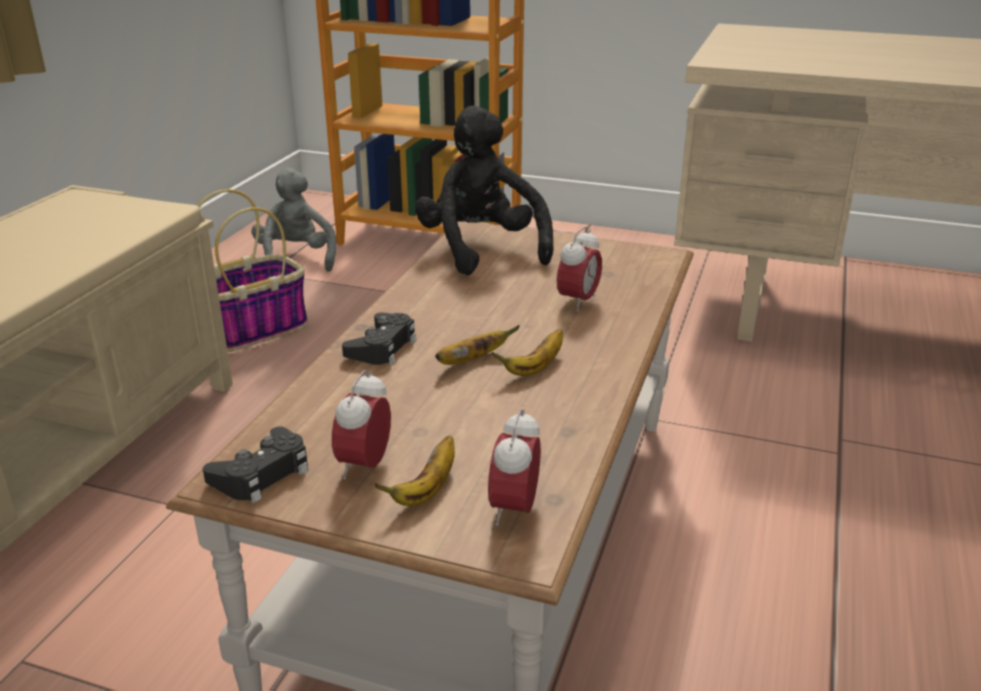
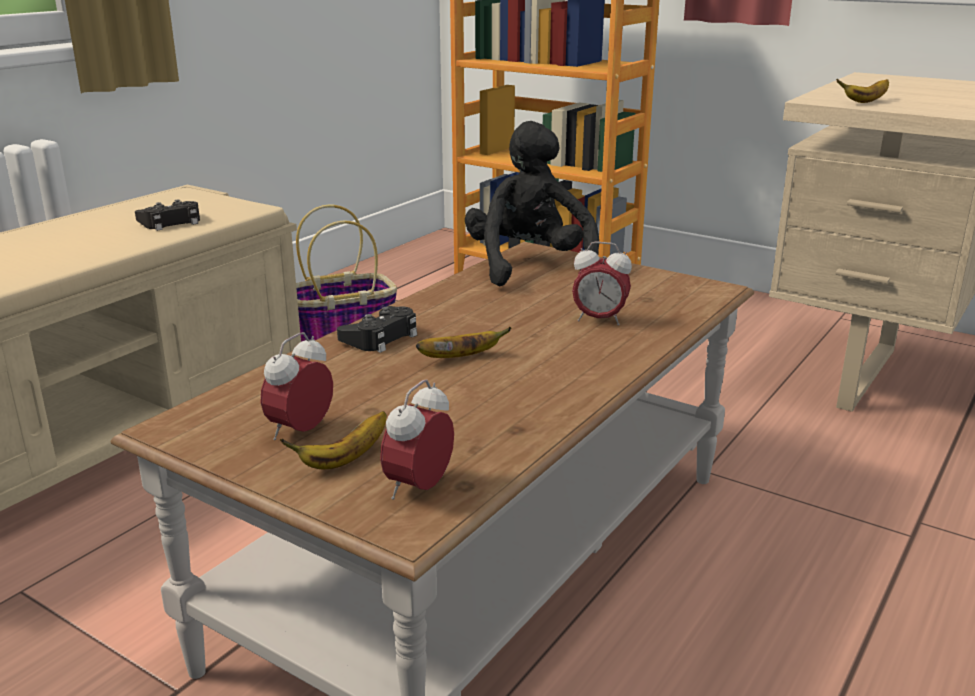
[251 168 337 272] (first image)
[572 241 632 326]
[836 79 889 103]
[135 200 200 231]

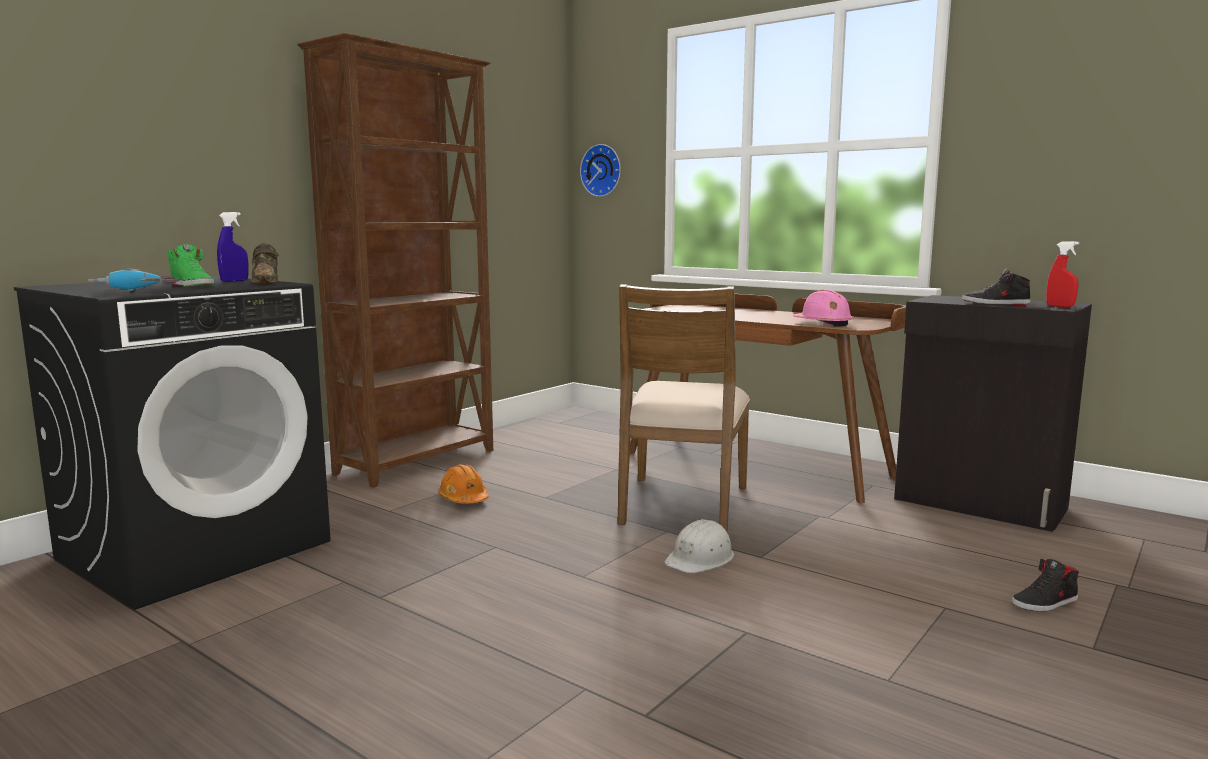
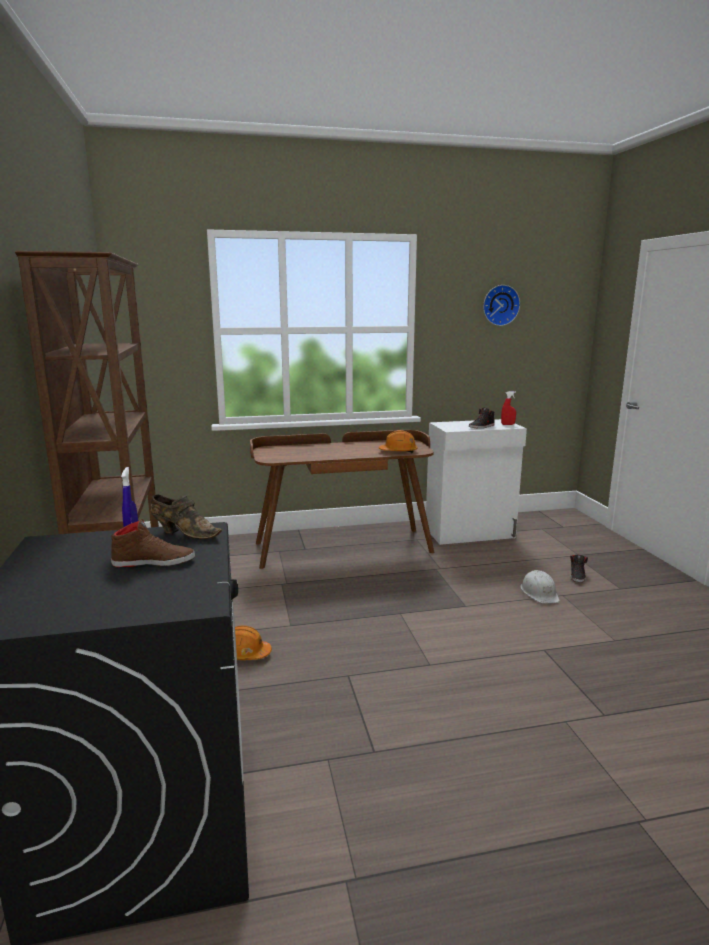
[483 285 520 326]
[111 519 195 567]
[88 268 179 291] (first image)
[617 284 750 532] (first image)
[379 430 418 453]
[426 419 527 545]
[520 570 560 604]

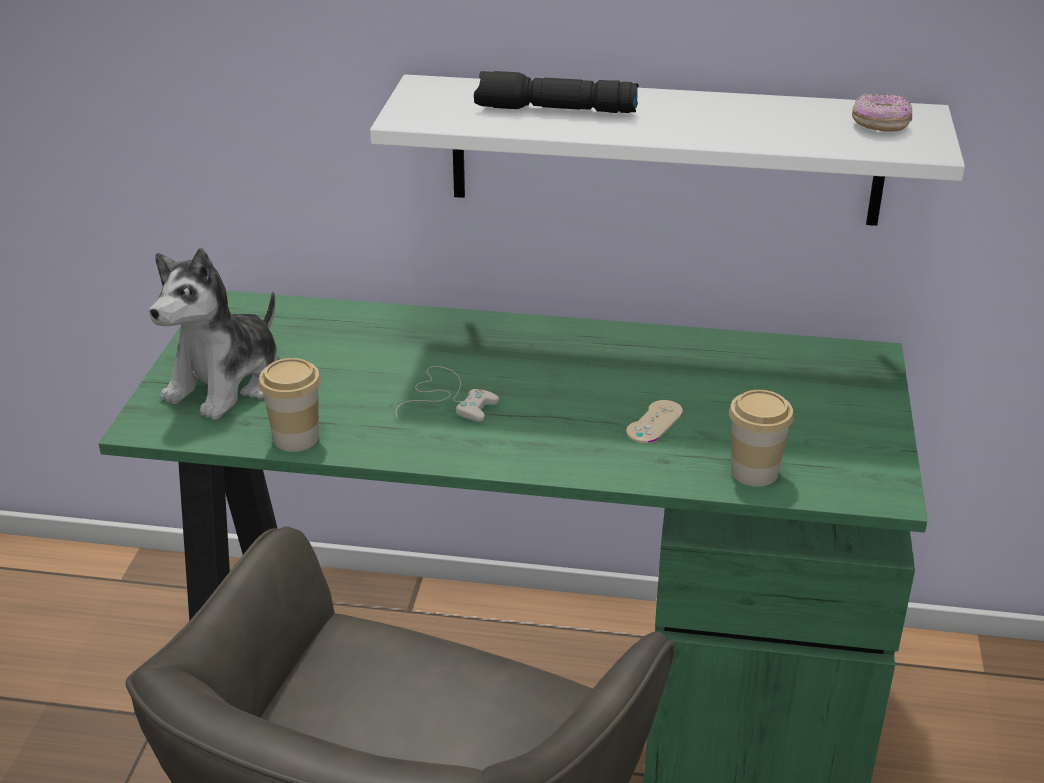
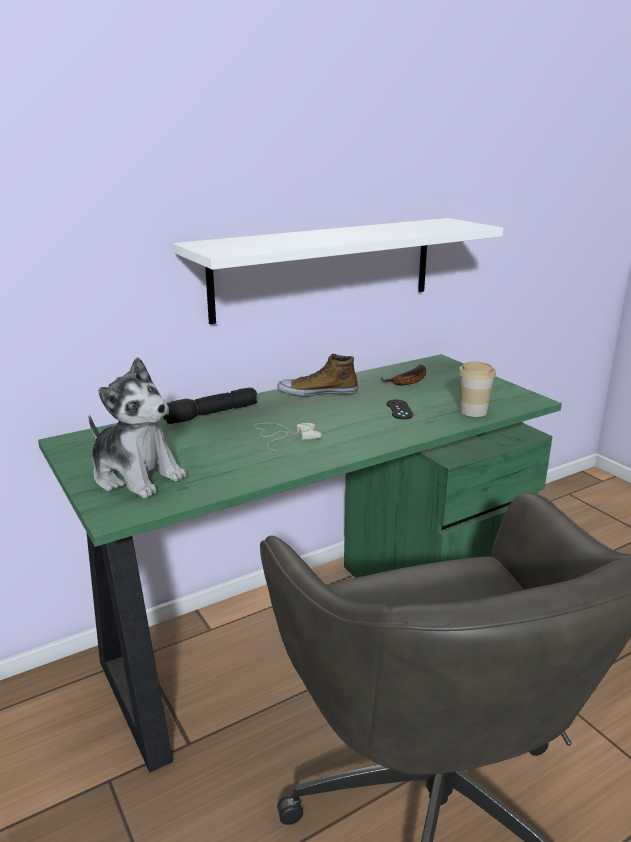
[163 388 257 424]
[852 94 912 132] (first image)
[89 357 186 498]
[259 358 321 452] (first image)
[387 400 413 419]
[277 354 358 397]
[380 364 426 386]

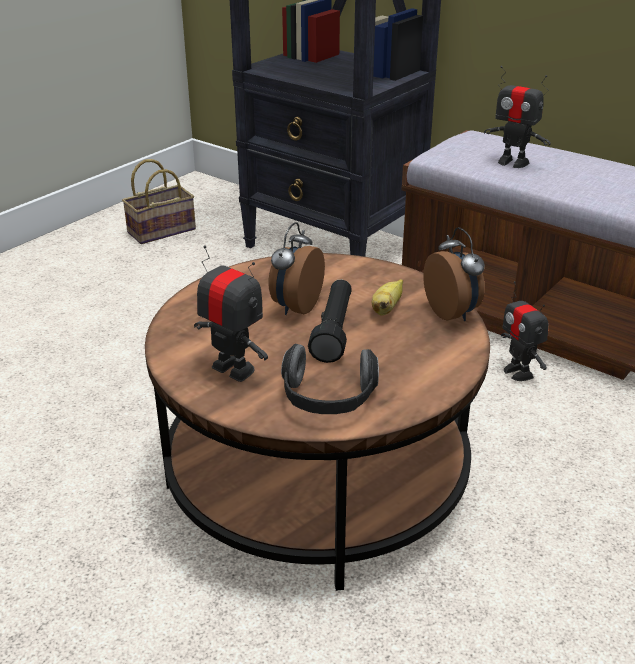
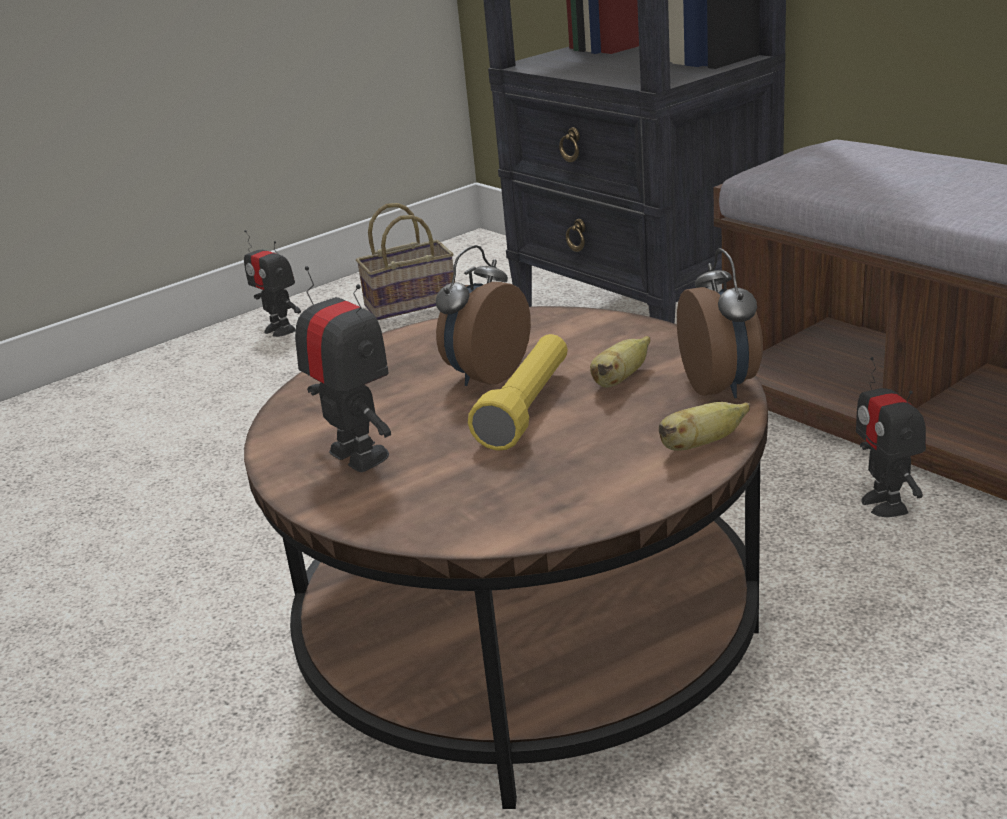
[244 230 301 337]
[468 334 568 451]
[281 344 379 414] (first image)
[659 402 750 451]

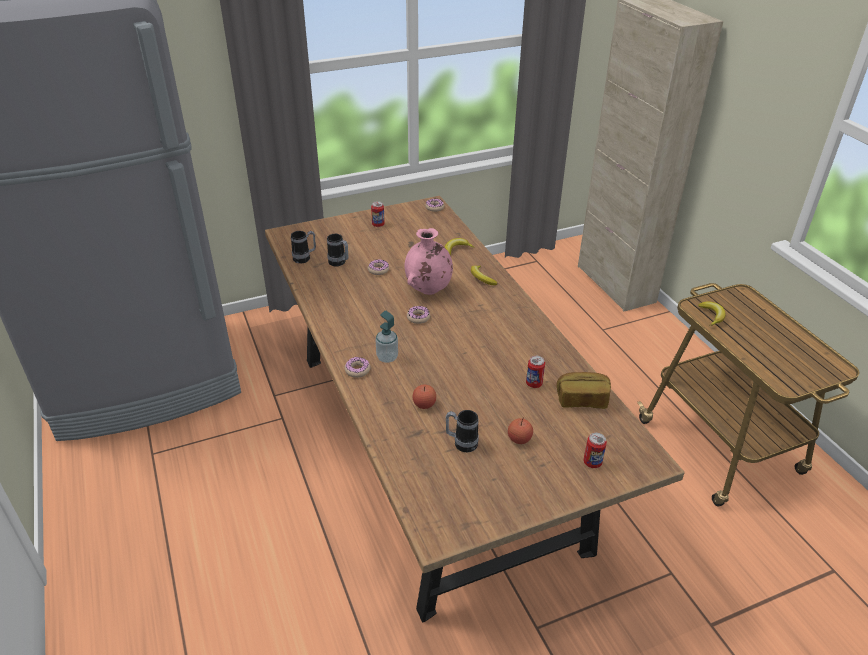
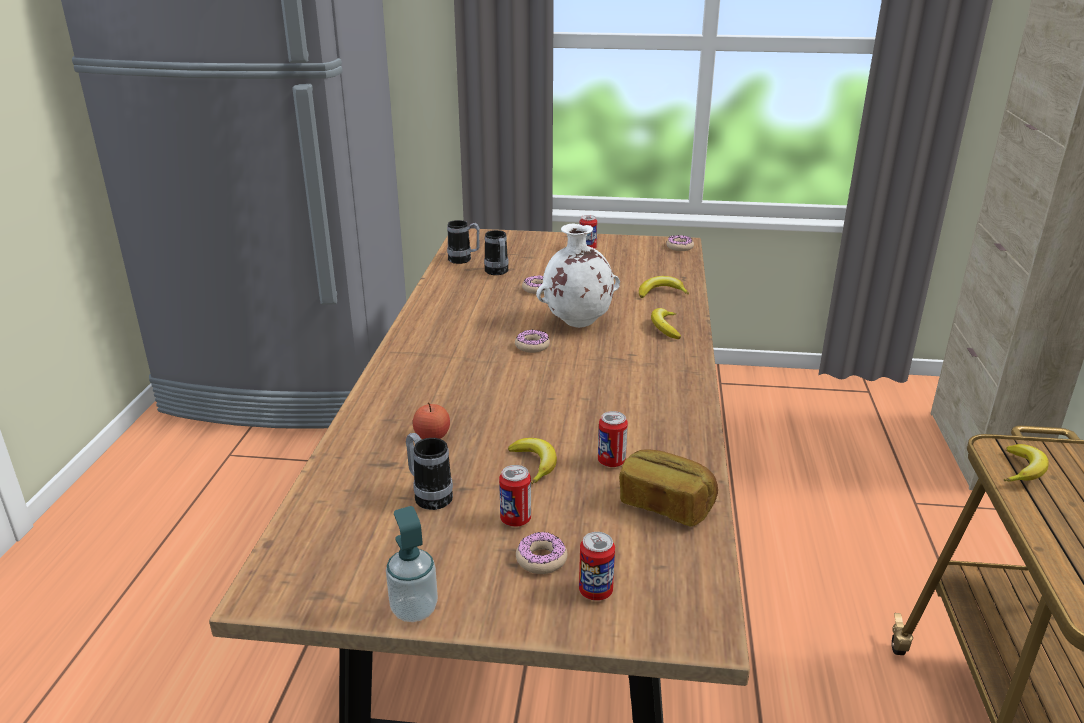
[536 223 620 328]
[386 506 438 622]
[516 532 567 574]
[499 465 531 527]
[508 438 557 484]

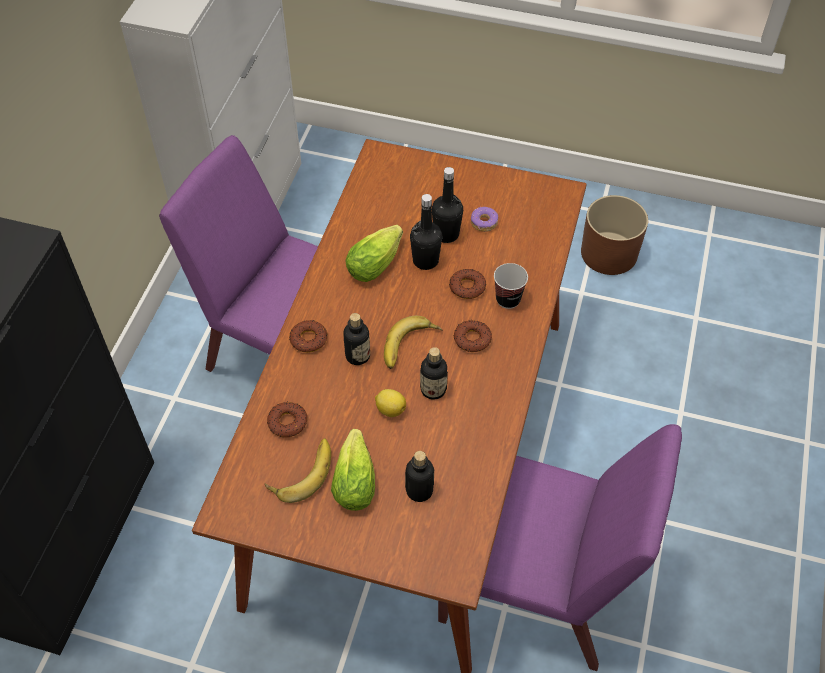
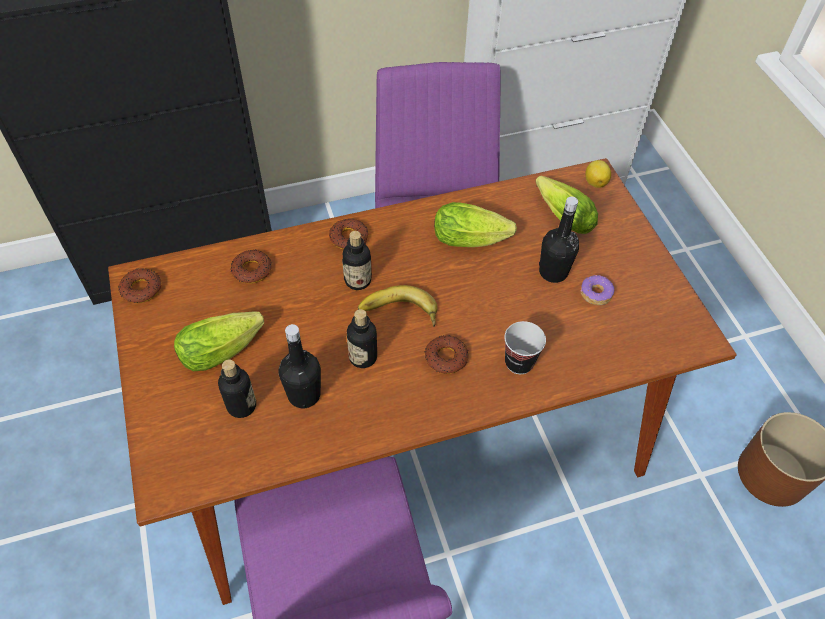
[278 324 321 408]
[118 268 161 303]
[585 160 611 188]
[265 438 331 503] (first image)
[536 176 598 234]

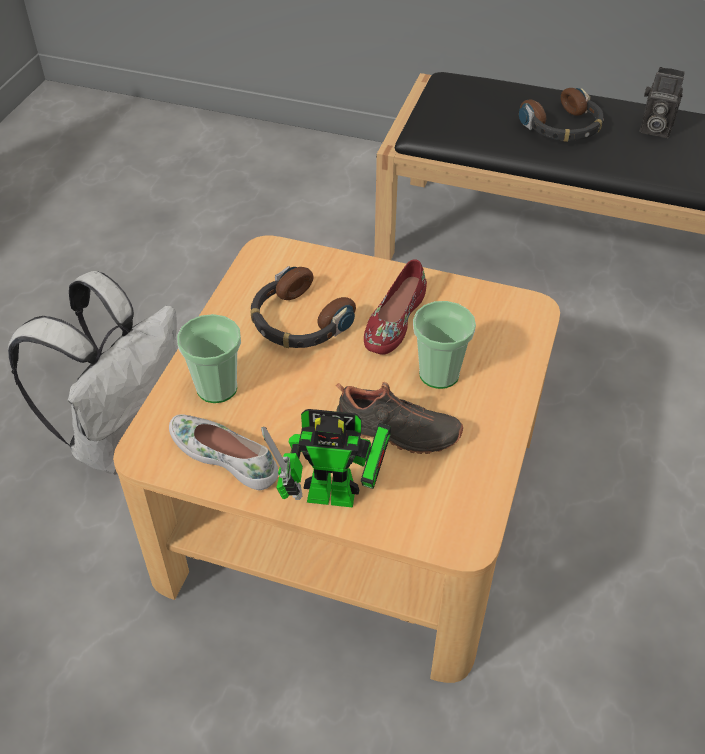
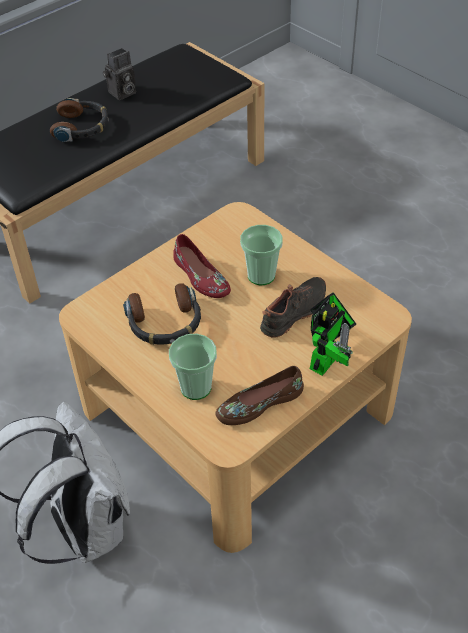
[215 366 304 425]

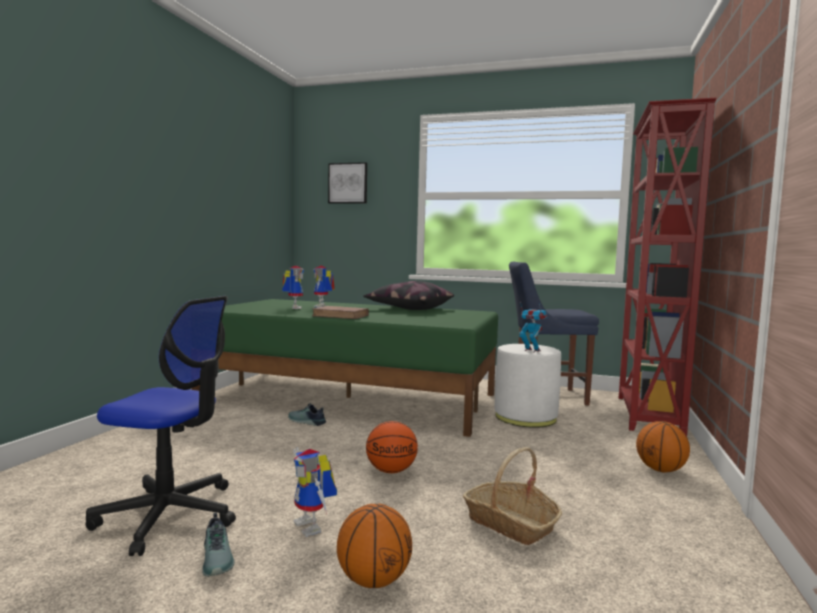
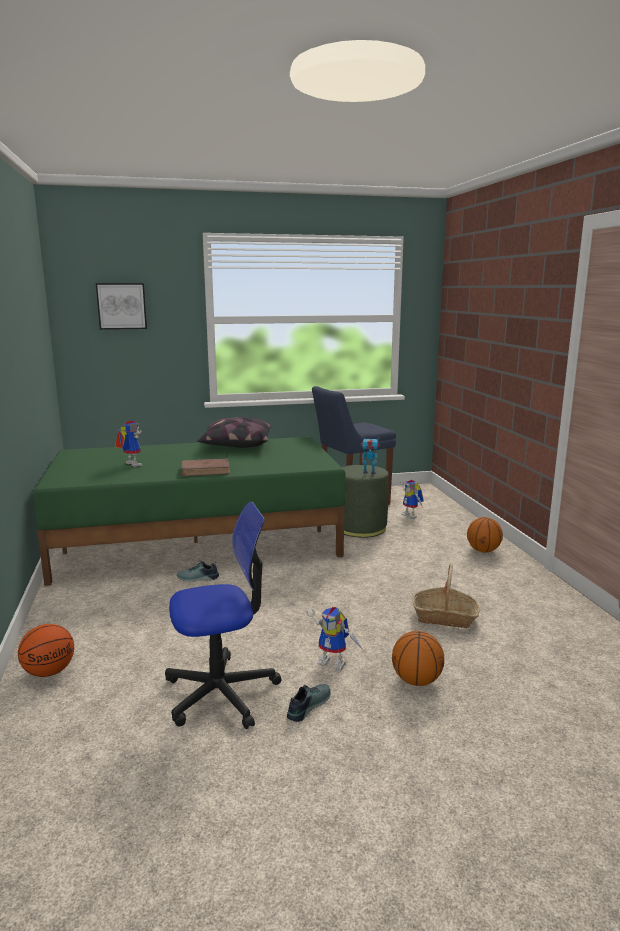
[619 98 716 437] (first image)
[400 480 423 519]
[335 465 389 538]
[18 624 74 677]
[287 684 331 722]

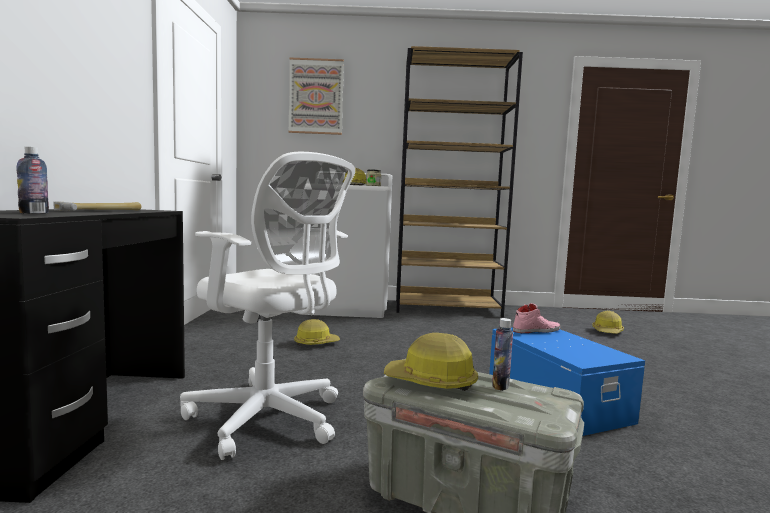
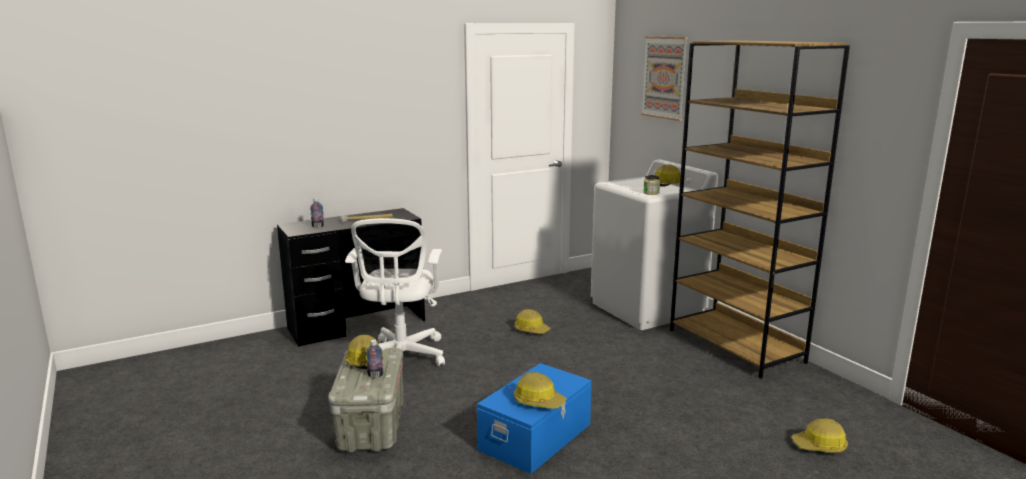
[513 303 560 333] (first image)
[514 372 567 409]

